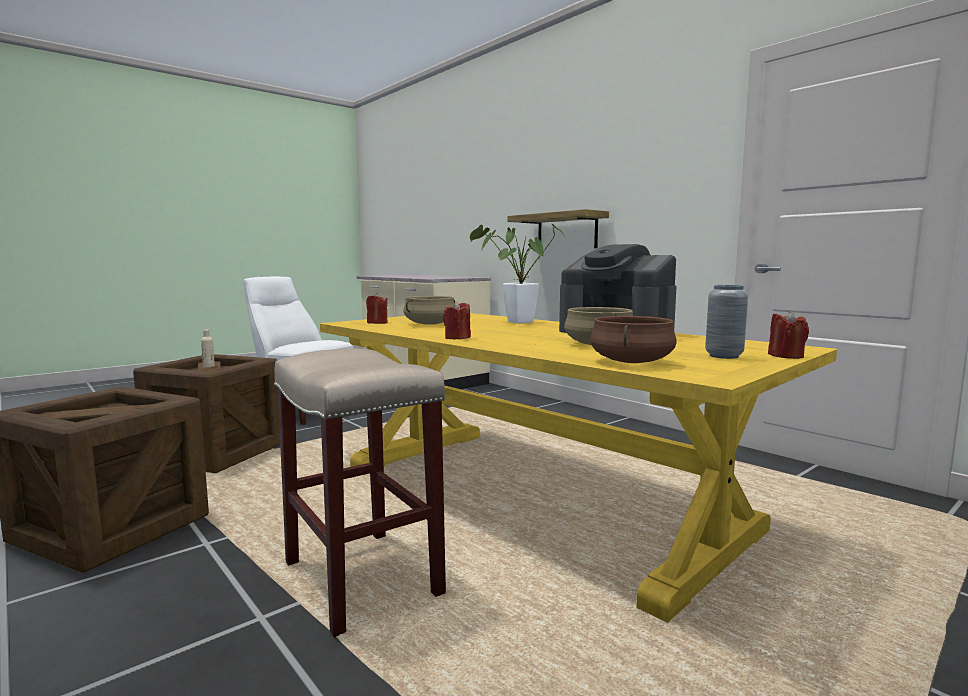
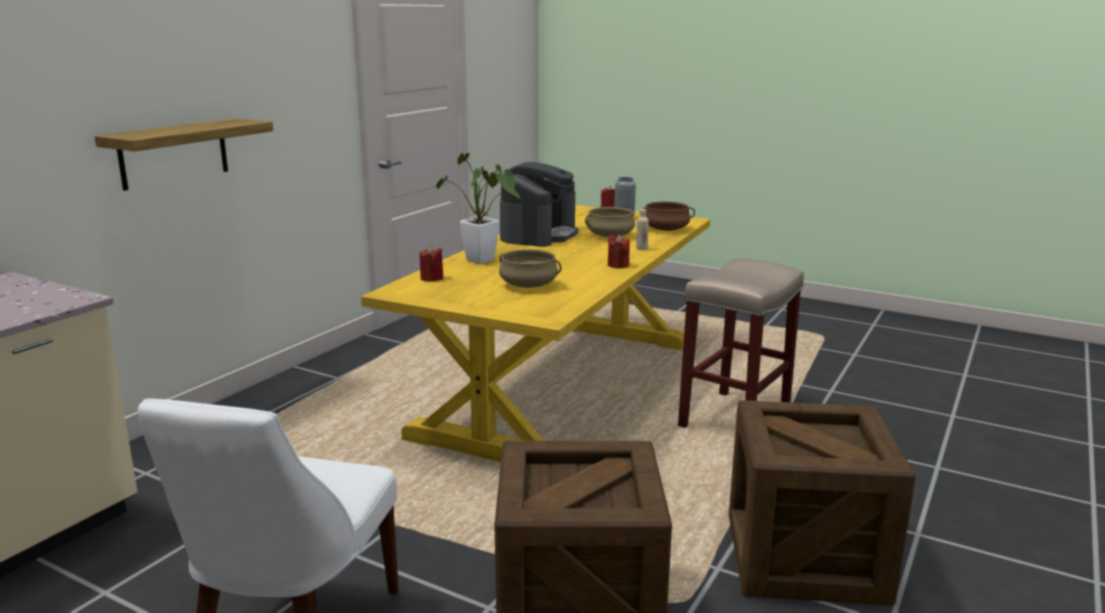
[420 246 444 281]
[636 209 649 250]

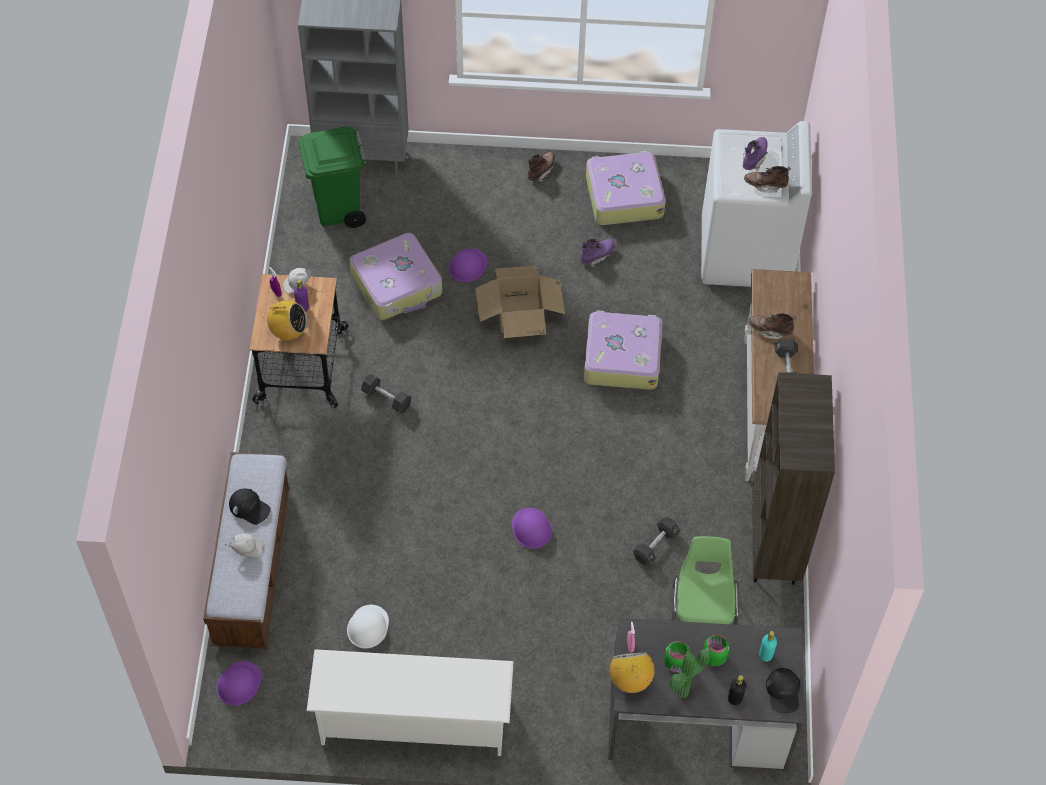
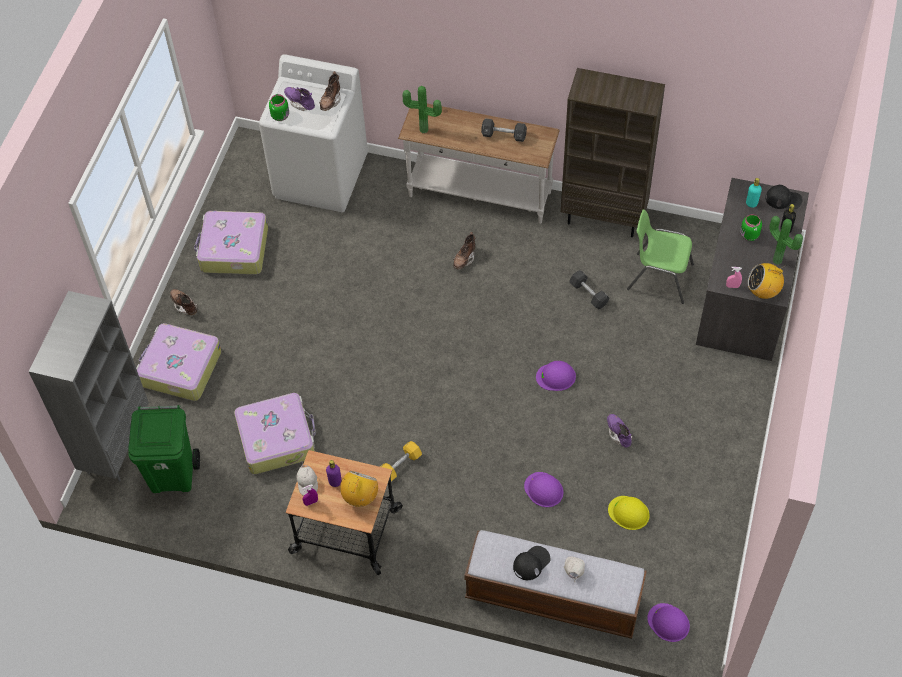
[607 414 633 447]
[524 472 563 507]
[475 265 565 338] (first image)
[136 323 221 401]
[453 232 475 269]
[380 441 422 481]
[608 496 650 530]
[269 94 289 121]
[307 649 514 756] (first image)
[403 86 442 133]

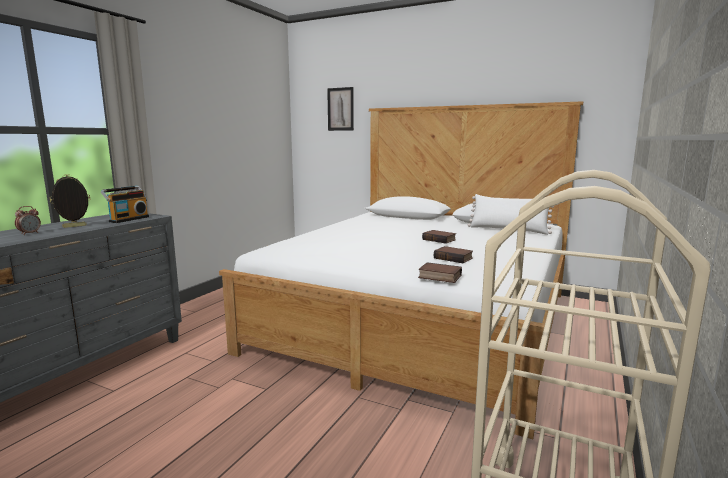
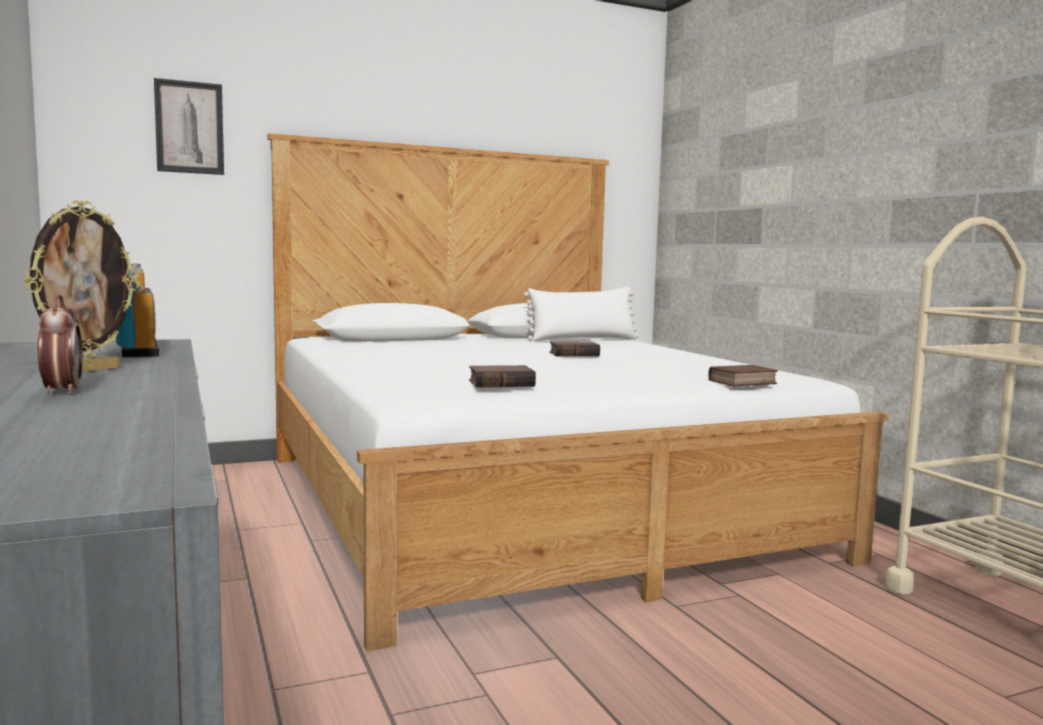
[24 200 139 372]
[469 365 536 387]

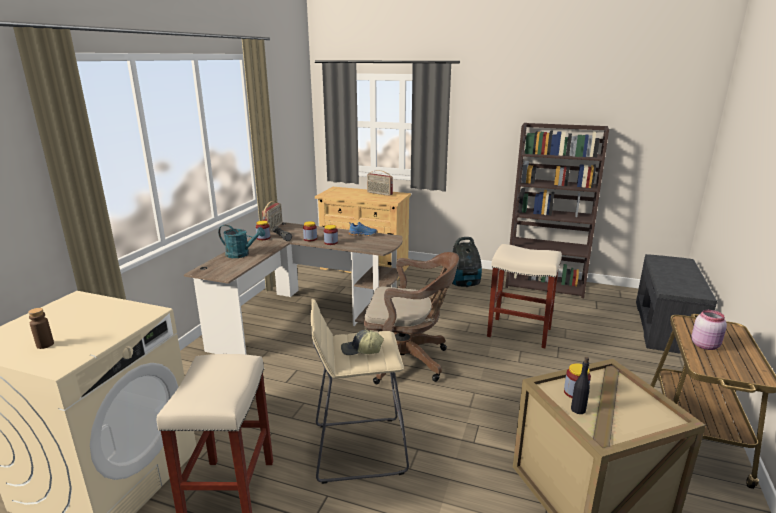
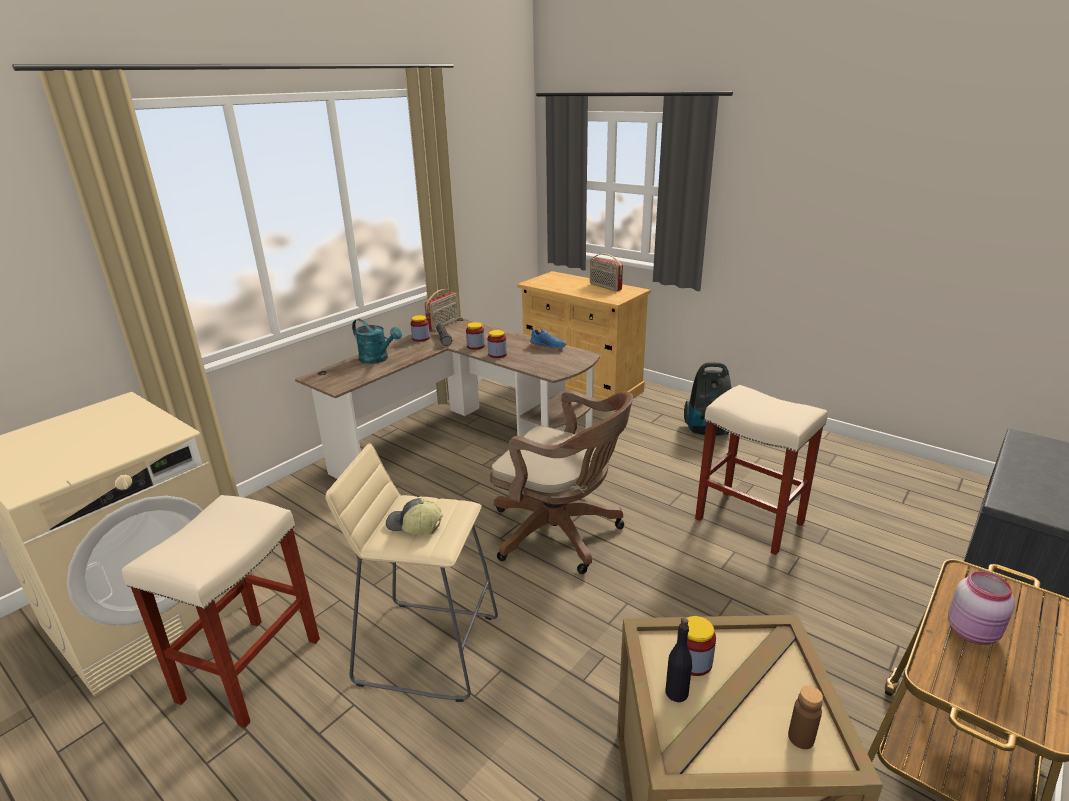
[505 123 609 298] (first image)
[788 686 823 749]

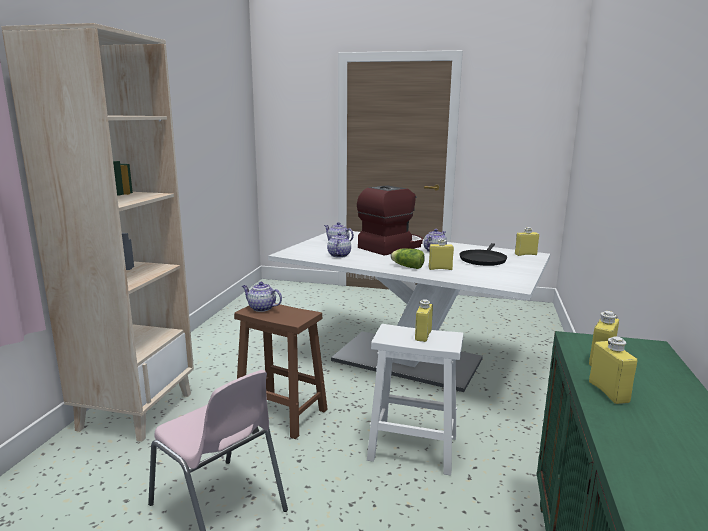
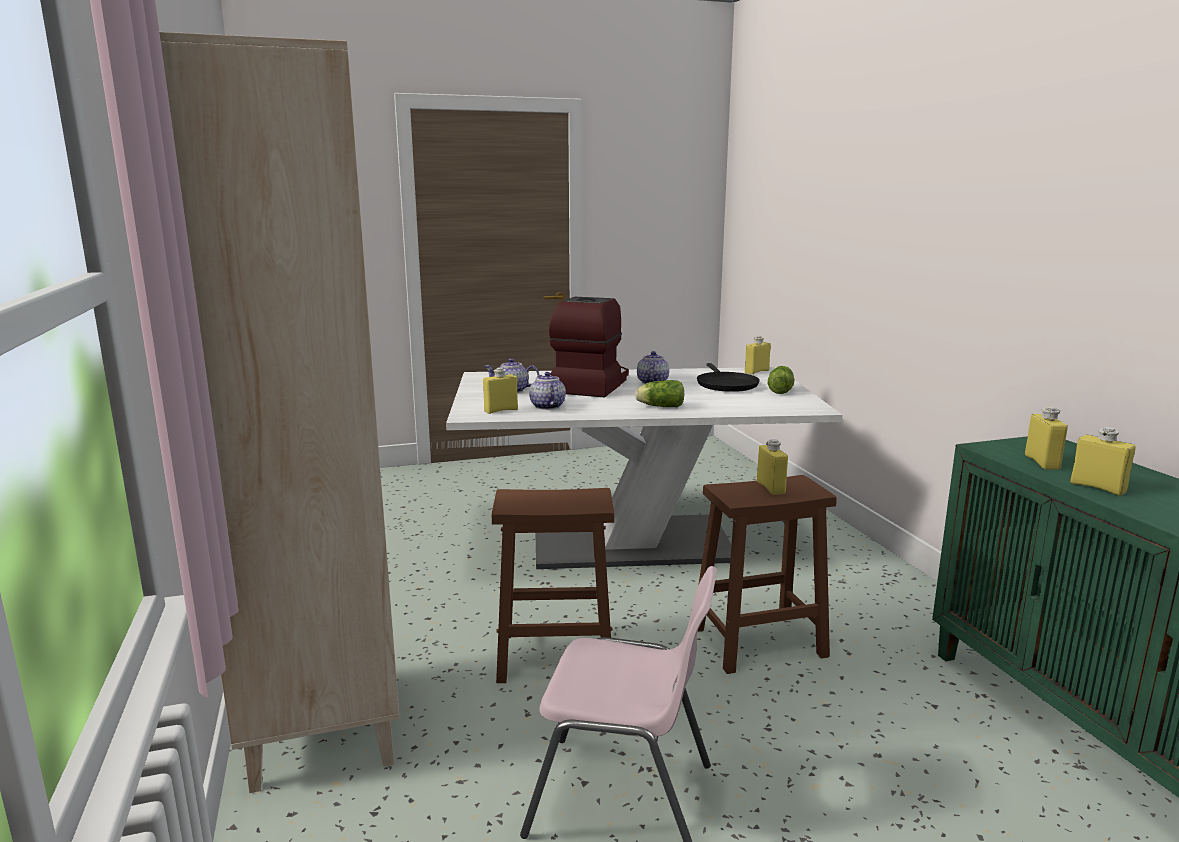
[483 367 518 414]
[242 282 282 312] (first image)
[698 475 837 674]
[768 366 794 394]

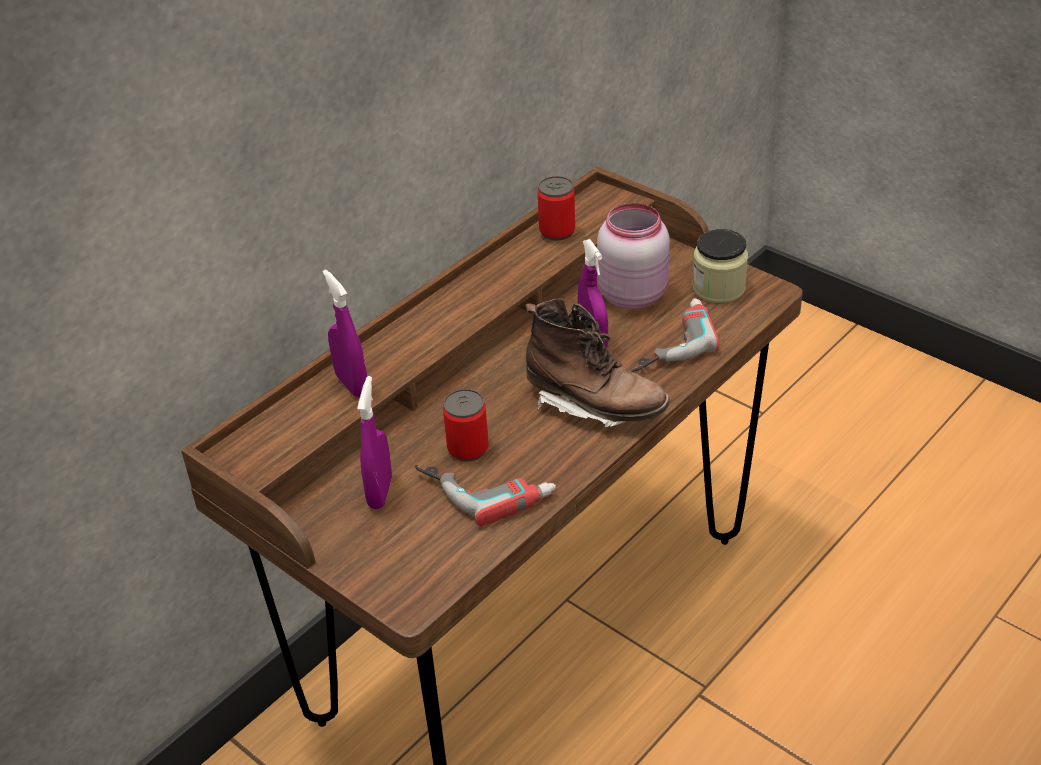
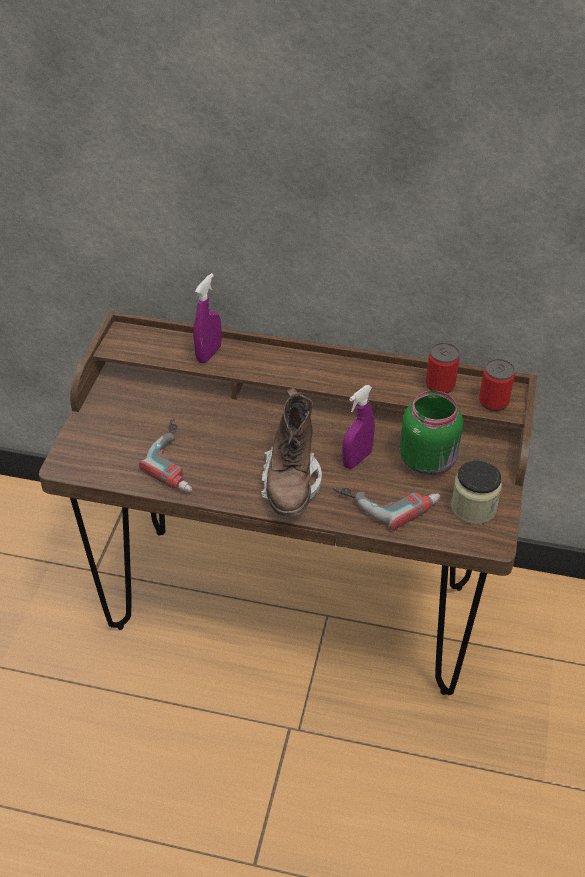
[400 391 463 476]
[357 376 392 509] (first image)
[479 359 515 411]

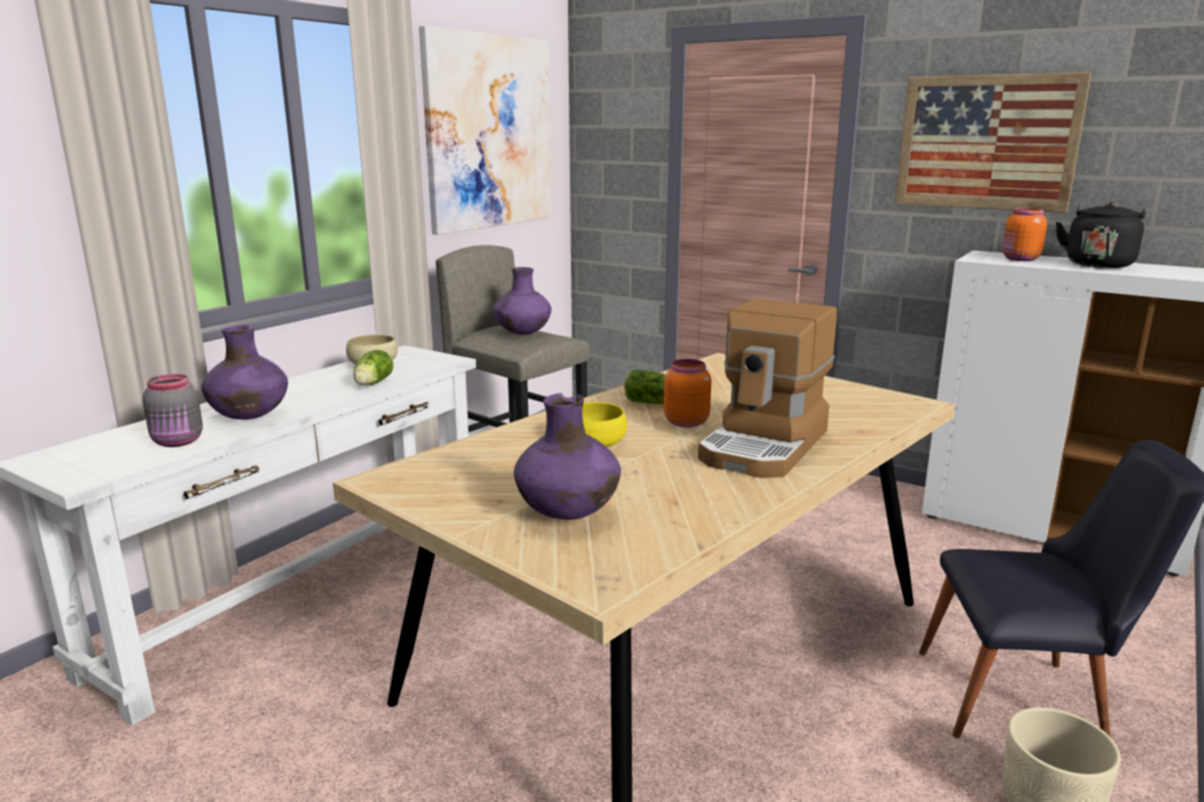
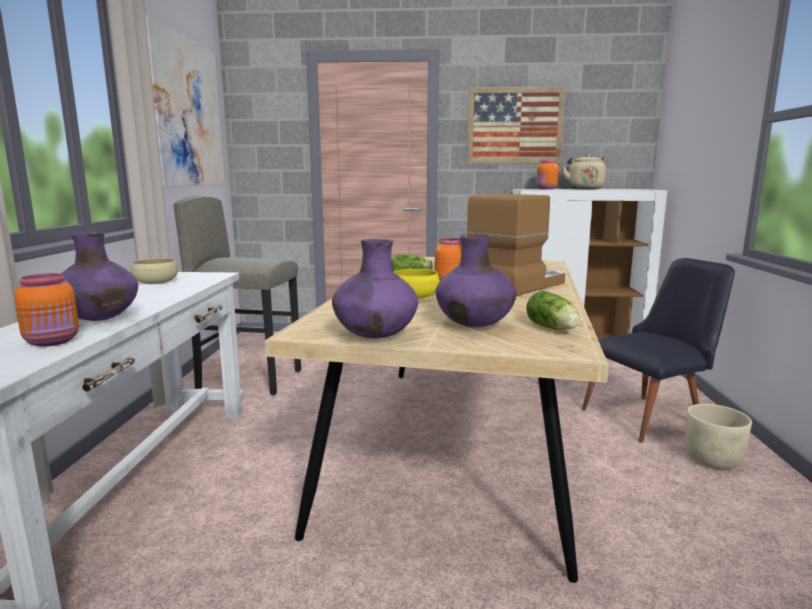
[562 154 606 189]
[332 239 419 338]
[467 194 565 296]
[526 291 580 330]
[14 273 79 347]

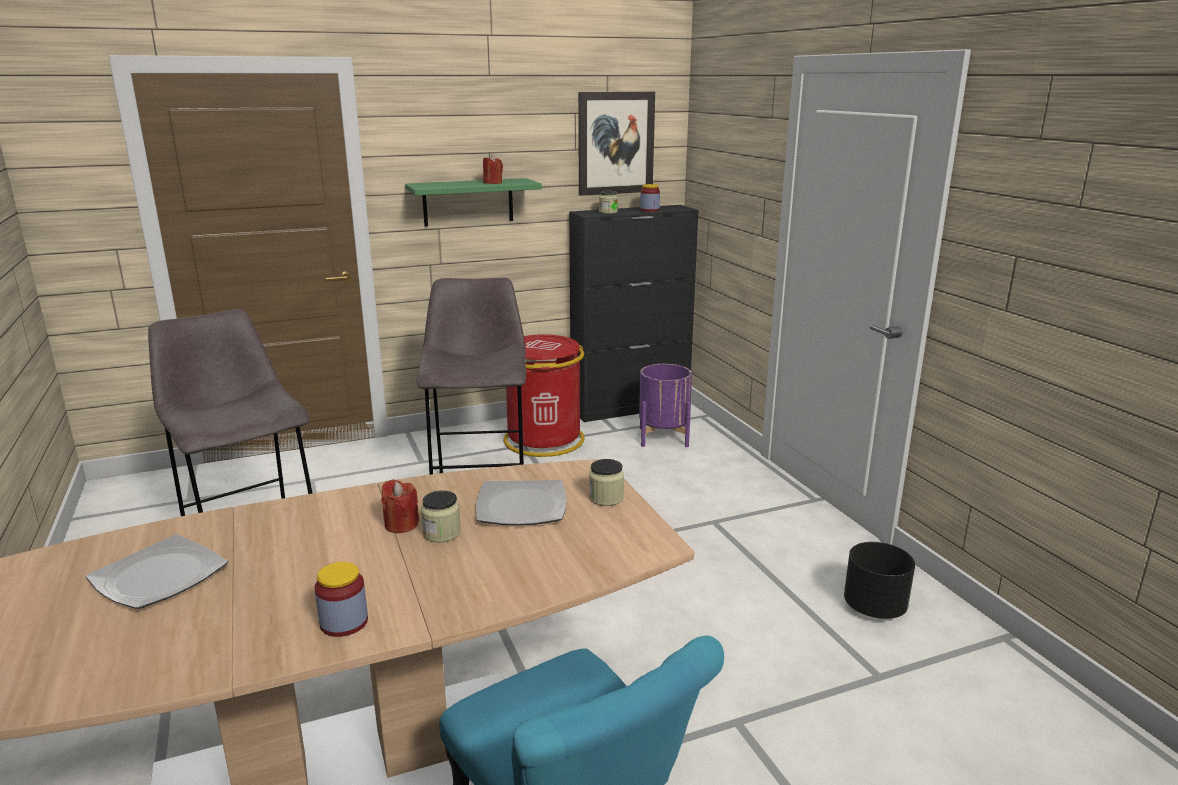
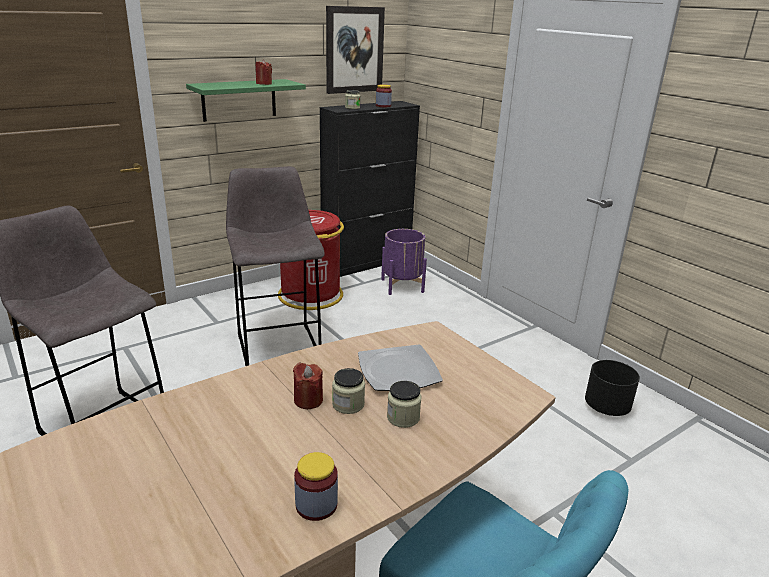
[387 381 422 428]
[86 535 228 609] (first image)

